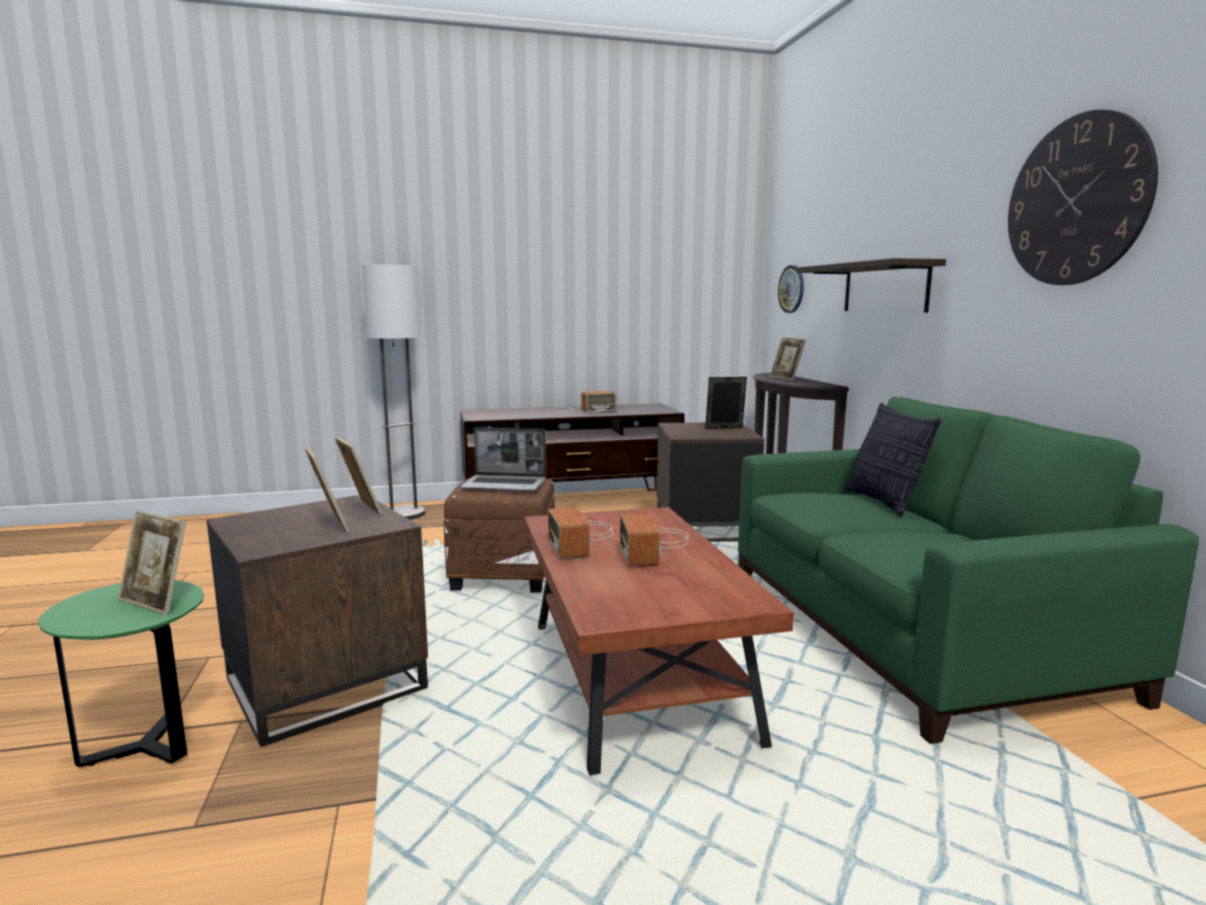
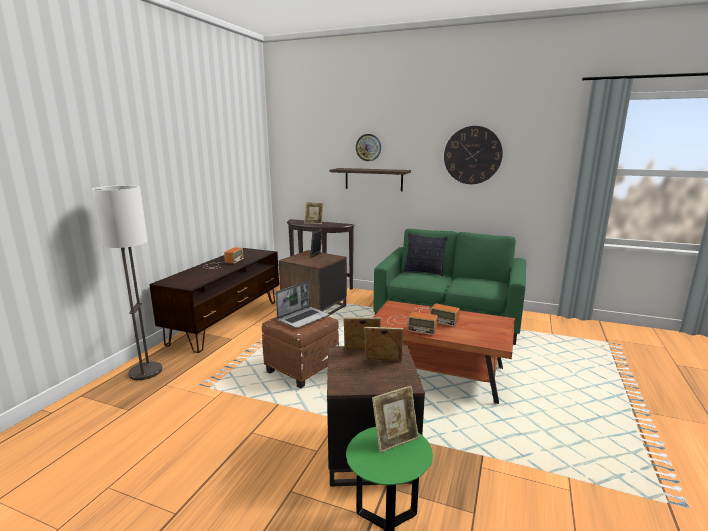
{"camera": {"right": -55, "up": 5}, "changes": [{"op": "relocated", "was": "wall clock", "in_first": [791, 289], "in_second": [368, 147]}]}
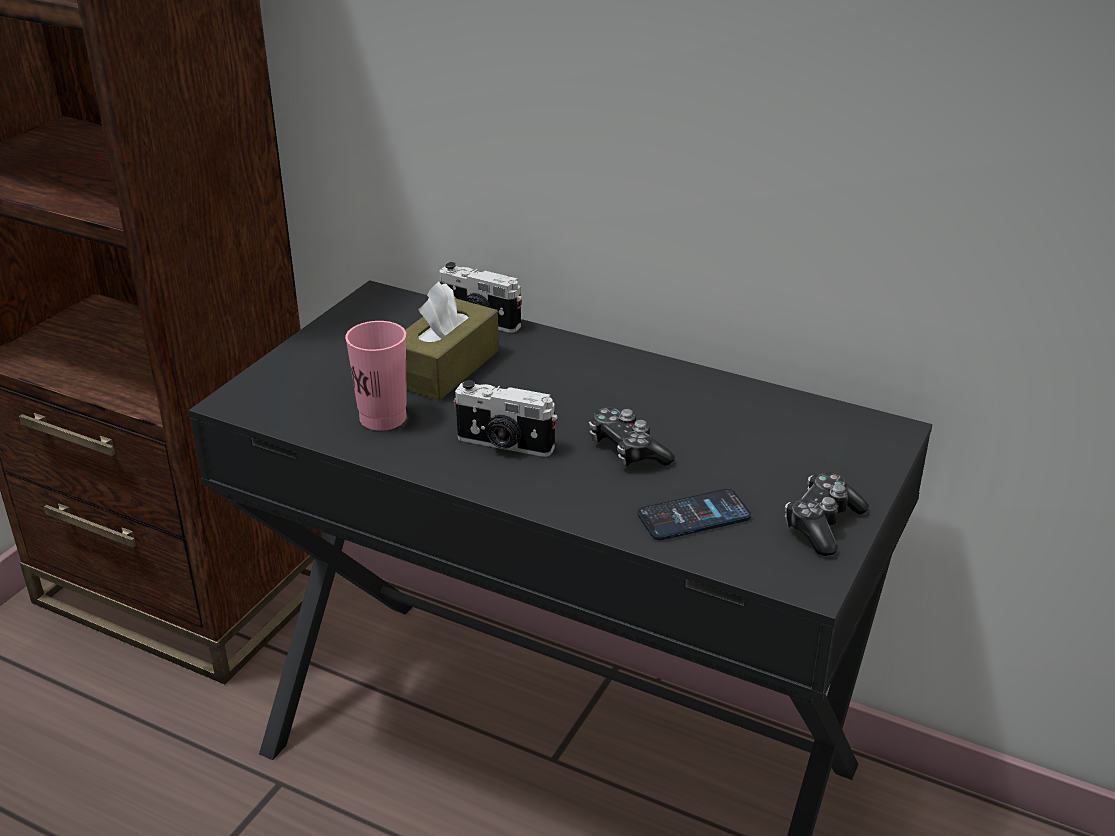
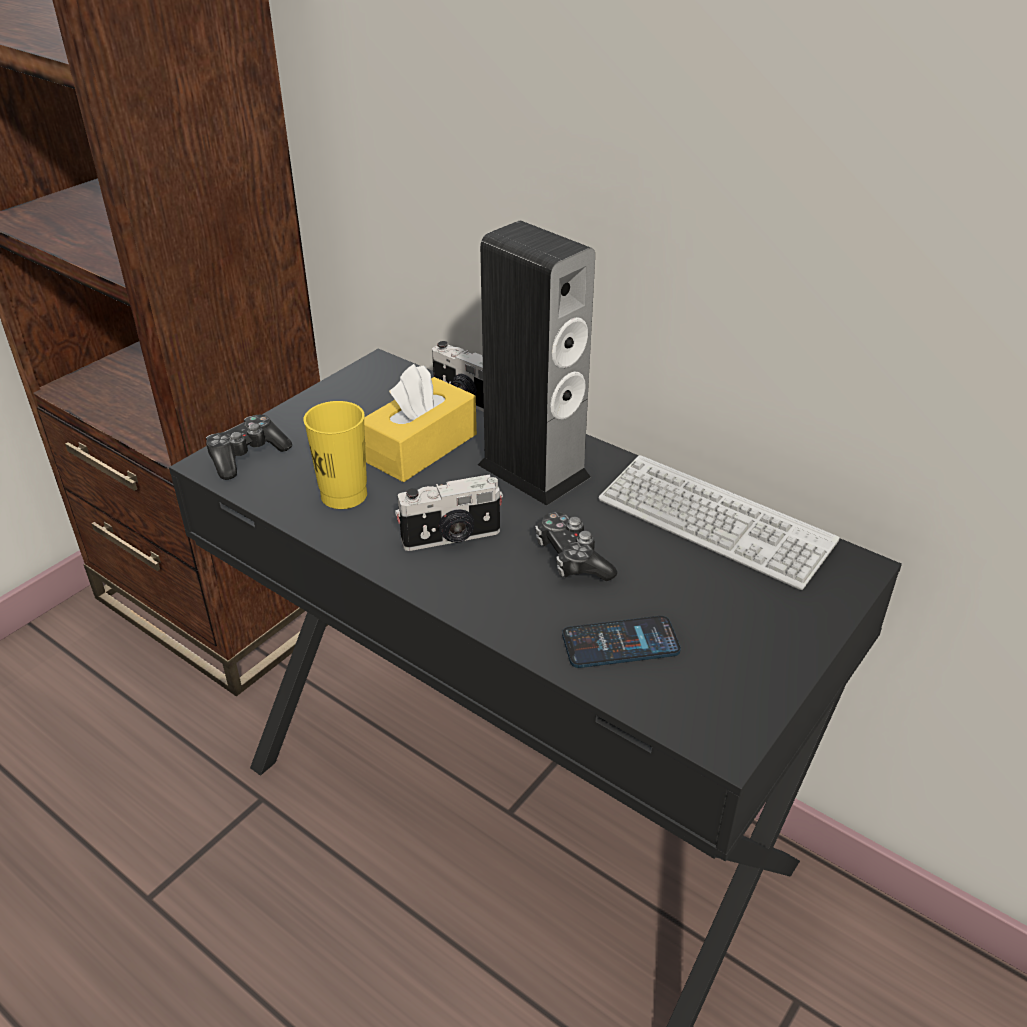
{"camera": {"right": 10, "up": 5}, "changes": [{"op": "colour", "was": "brown tissue box", "now": "yellow tissue box", "in_first": [452, 341], "in_second": [420, 423]}, {"op": "colour", "was": "pinkish drinking cup", "now": "yellow drinking cup", "in_first": [376, 376], "in_second": [335, 455]}, {"op": "spun", "was": "photo camera", "in_first": [506, 418], "in_second": [449, 512], "clockwise": -45}, {"op": "relocated", "was": "joypad", "in_first": [827, 514], "in_second": [249, 447]}, {"op": "appeared", "now": "loudspeaker", "in_second": [536, 363]}, {"op": "appeared", "now": "keyboard", "in_second": [719, 522]}]}
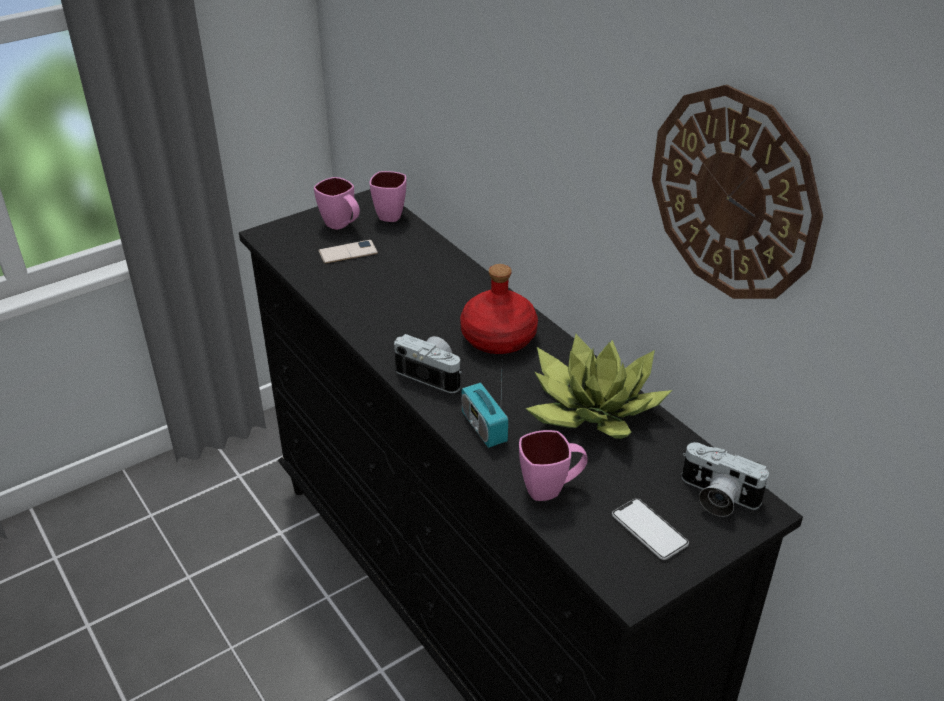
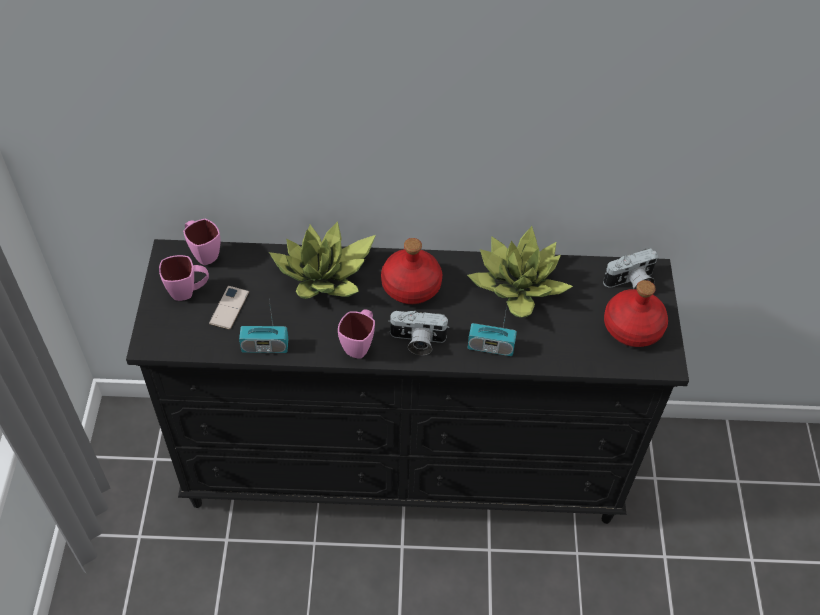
{"camera": {"right": -55, "up": 15}, "changes": [{"op": "missing", "was": "wall clock", "in_first": [737, 191]}, {"op": "spun", "was": "photo camera", "in_first": [428, 363], "in_second": [419, 333], "clockwise": -150}, {"op": "relocated", "was": "pinkish coffee mug", "in_first": [553, 465], "in_second": [356, 334]}, {"op": "exchanged", "was": "telephone", "now": "red bottle", "in_first": [650, 529], "in_second": [636, 313]}, {"op": "appeared", "now": "plant in a pot", "in_second": [322, 260]}, {"op": "appeared", "now": "radio", "in_second": [263, 327]}]}
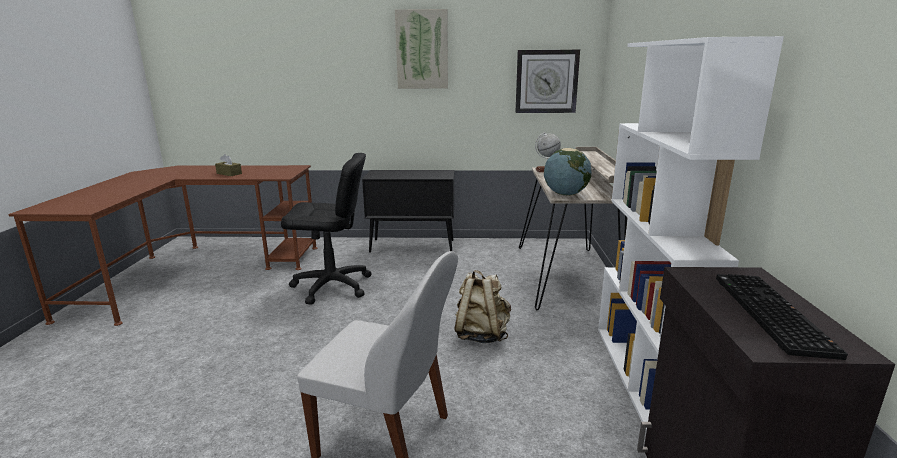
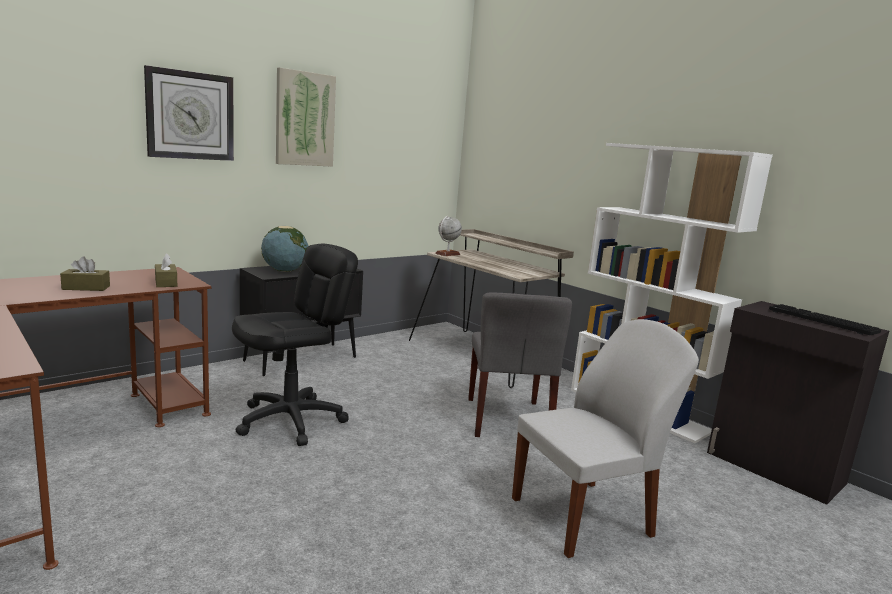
{"camera": {"right": -45, "up": -5}, "changes": [{"op": "relocated", "was": "wall clock", "in_first": [547, 81], "in_second": [189, 113]}, {"op": "relocated", "was": "globe", "in_first": [568, 172], "in_second": [285, 249]}, {"op": "exchanged", "was": "beige knapsack", "now": "gray plain chair", "in_first": [482, 306], "in_second": [520, 364]}, {"op": "appeared", "now": "brown tissue box", "in_second": [166, 270]}]}
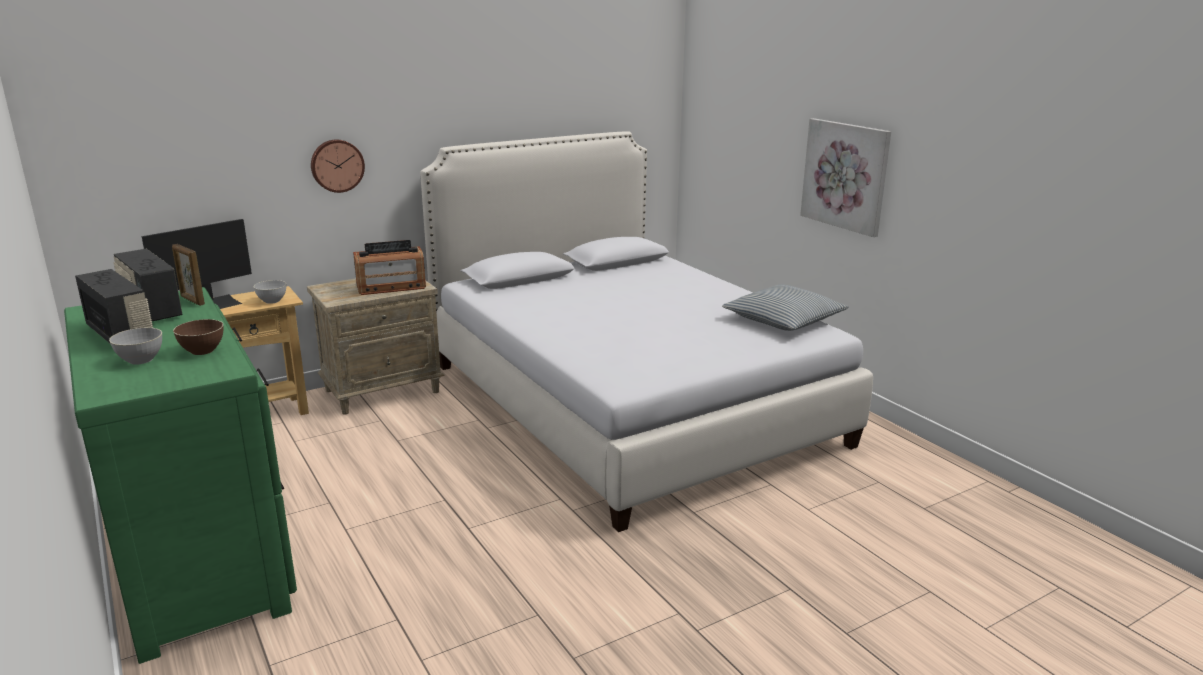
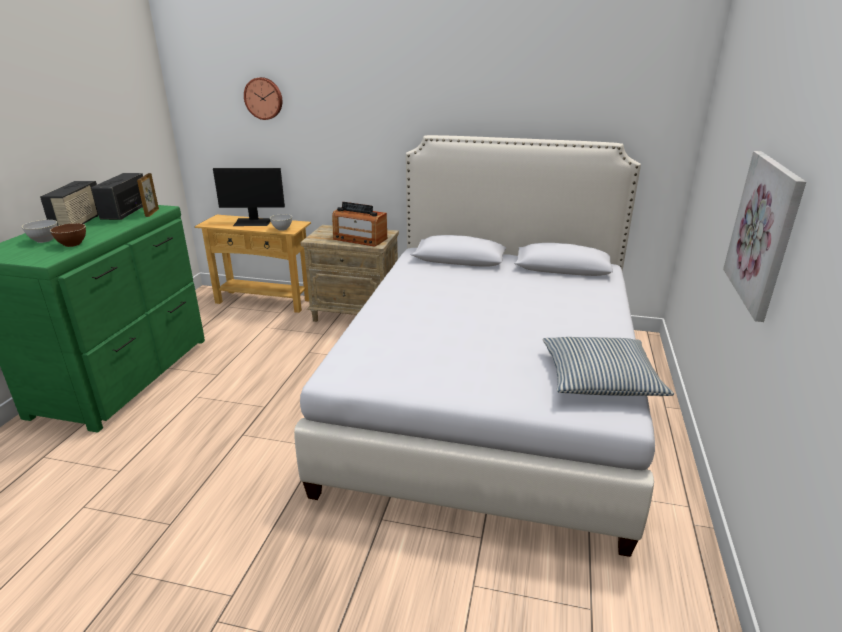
{"camera": {"right": 45, "up": 5}, "changes": [{"op": "relocated", "was": "wall clock", "in_first": [338, 166], "in_second": [263, 98]}]}
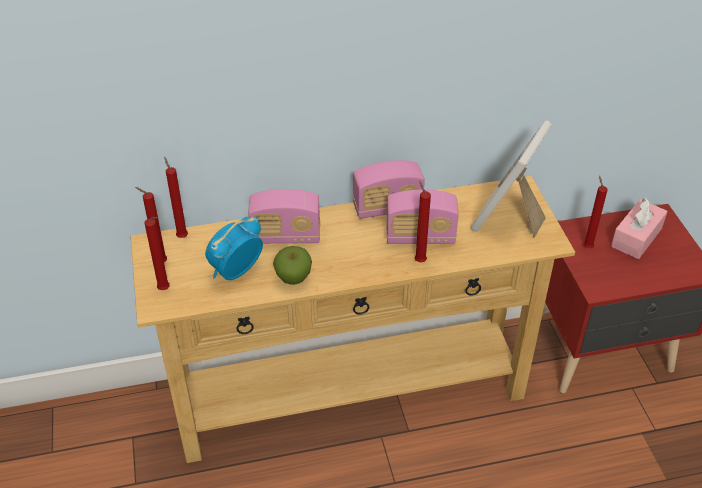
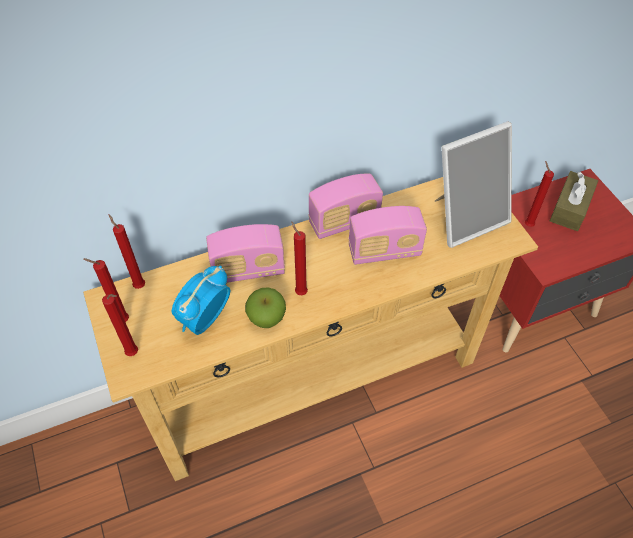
{"camera": {"right": -10, "up": 10}, "changes": [{"op": "spun", "was": "photo frame", "in_first": [511, 179], "in_second": [473, 185], "clockwise": -135}, {"op": "relocated", "was": "red wax light", "in_first": [423, 221], "in_second": [299, 258]}, {"op": "colour", "was": "pinkish tissue box", "now": "brown tissue box", "in_first": [639, 228], "in_second": [574, 201]}]}
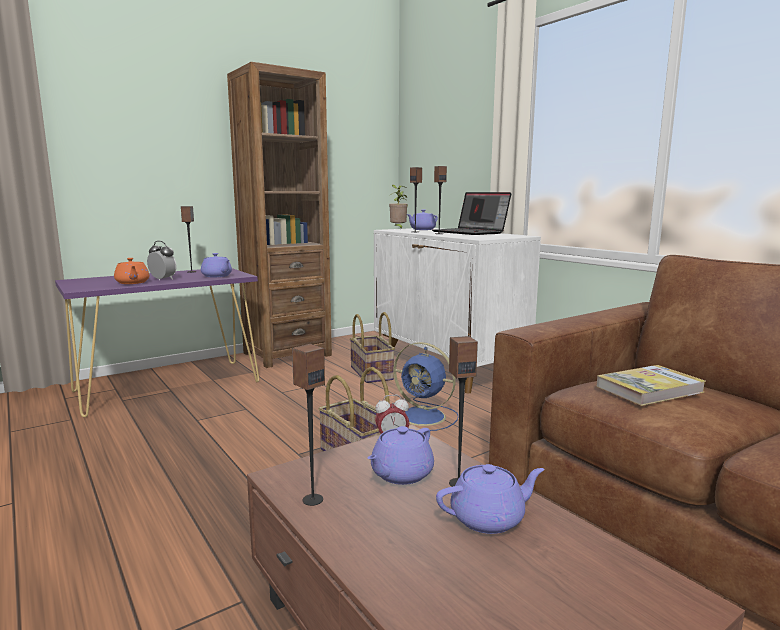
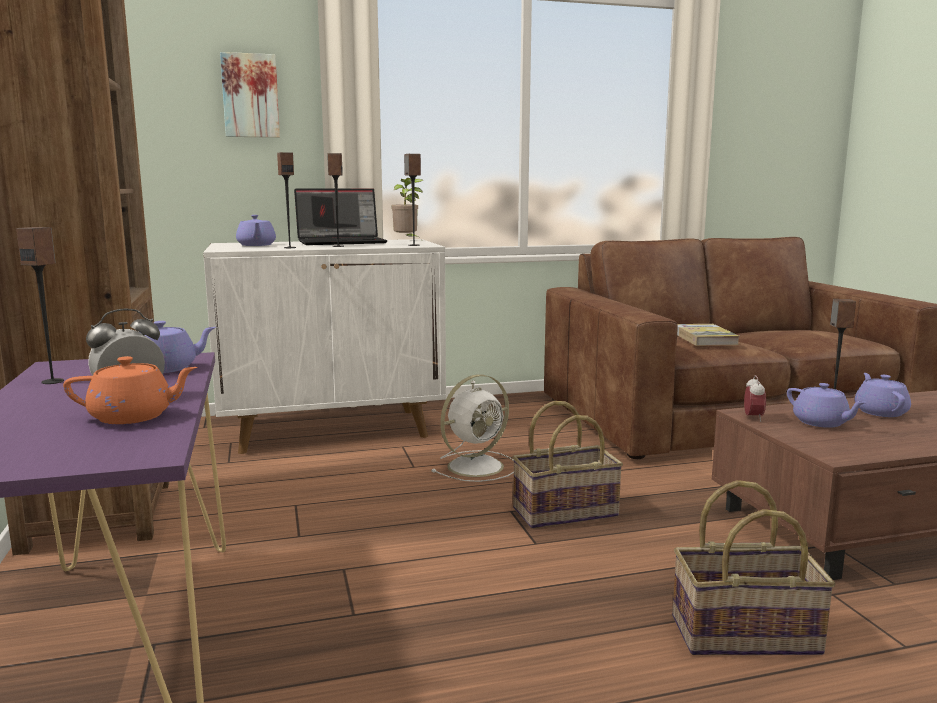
{"camera": {"right": -70, "up": 0}, "changes": [{"op": "relocated", "was": "plant in a pot", "in_first": [398, 206], "in_second": [407, 208]}, {"op": "relocated", "was": "storage basket", "in_first": [372, 347], "in_second": [754, 567]}, {"op": "colour", "was": "blue-coloured cooling fan", "now": "whitish cooling fan", "in_first": [426, 386], "in_second": [472, 428]}, {"op": "relocated", "was": "loudspeaker", "in_first": [308, 425], "in_second": [412, 200]}, {"op": "appeared", "now": "wall picture", "in_second": [250, 95]}]}
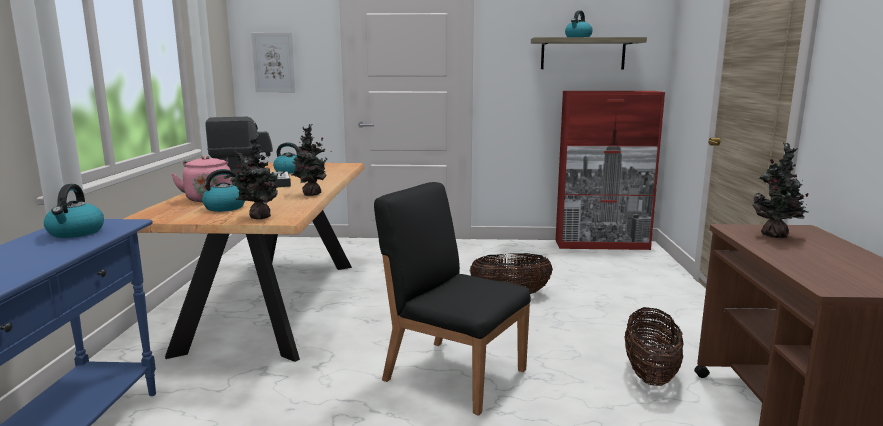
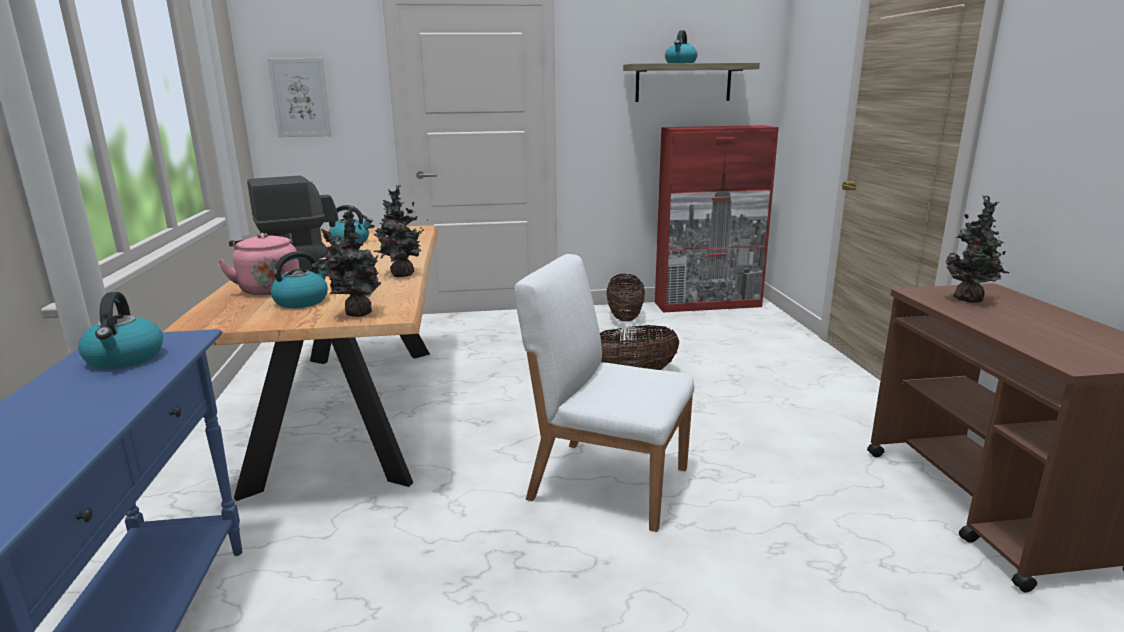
{"camera": {"right": -10, "up": 5}, "changes": [{"op": "colour", "was": "black-coloured plain chair", "now": "whitish plain chair", "in_first": [452, 299], "in_second": [604, 393]}, {"op": "relocated", "was": "storage basket", "in_first": [654, 346], "in_second": [625, 297]}]}
